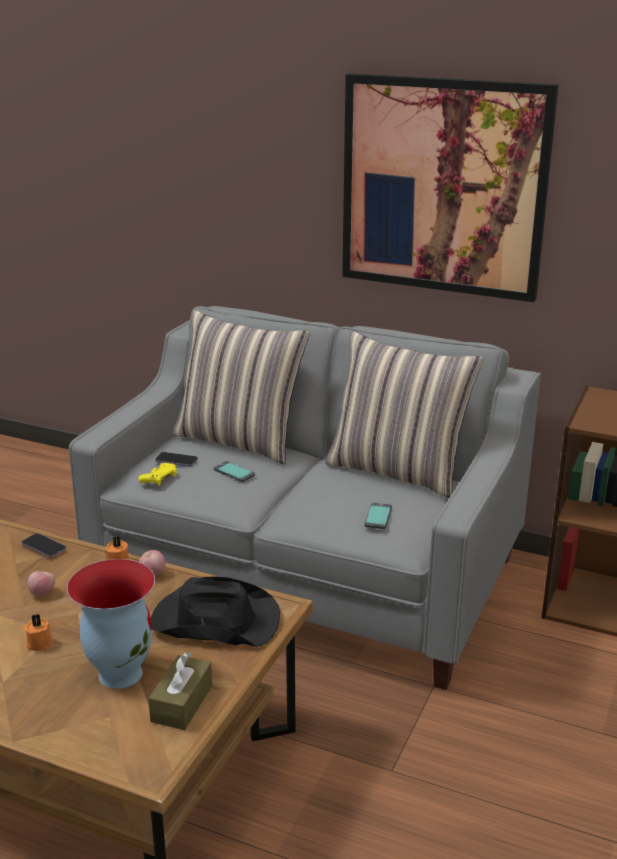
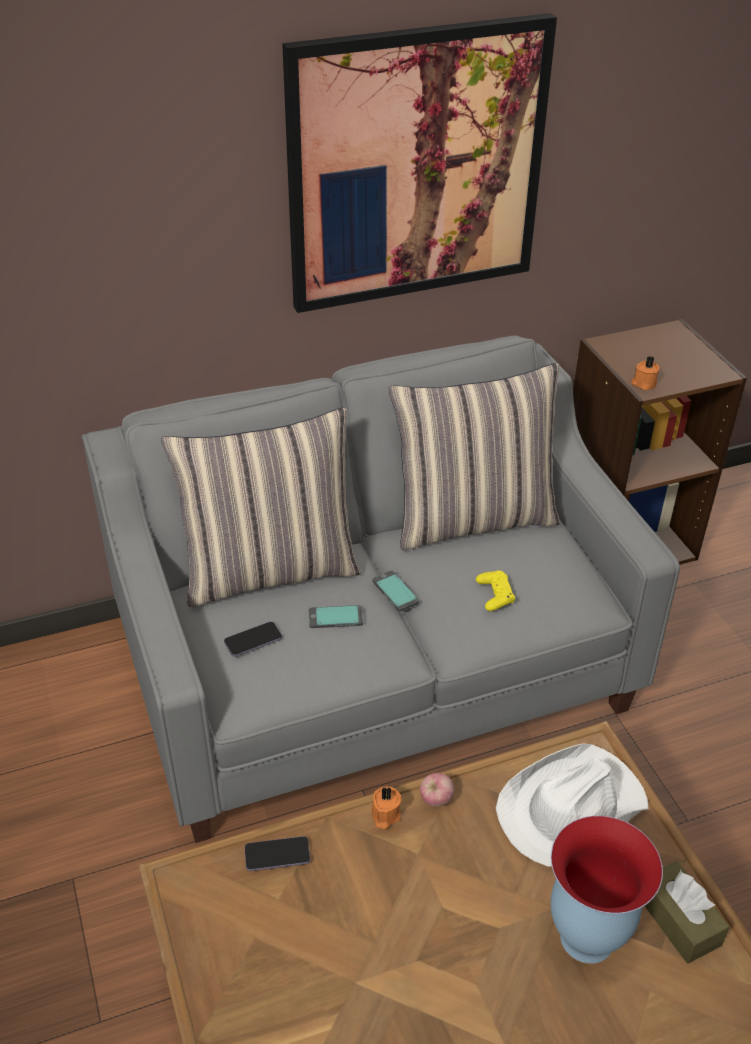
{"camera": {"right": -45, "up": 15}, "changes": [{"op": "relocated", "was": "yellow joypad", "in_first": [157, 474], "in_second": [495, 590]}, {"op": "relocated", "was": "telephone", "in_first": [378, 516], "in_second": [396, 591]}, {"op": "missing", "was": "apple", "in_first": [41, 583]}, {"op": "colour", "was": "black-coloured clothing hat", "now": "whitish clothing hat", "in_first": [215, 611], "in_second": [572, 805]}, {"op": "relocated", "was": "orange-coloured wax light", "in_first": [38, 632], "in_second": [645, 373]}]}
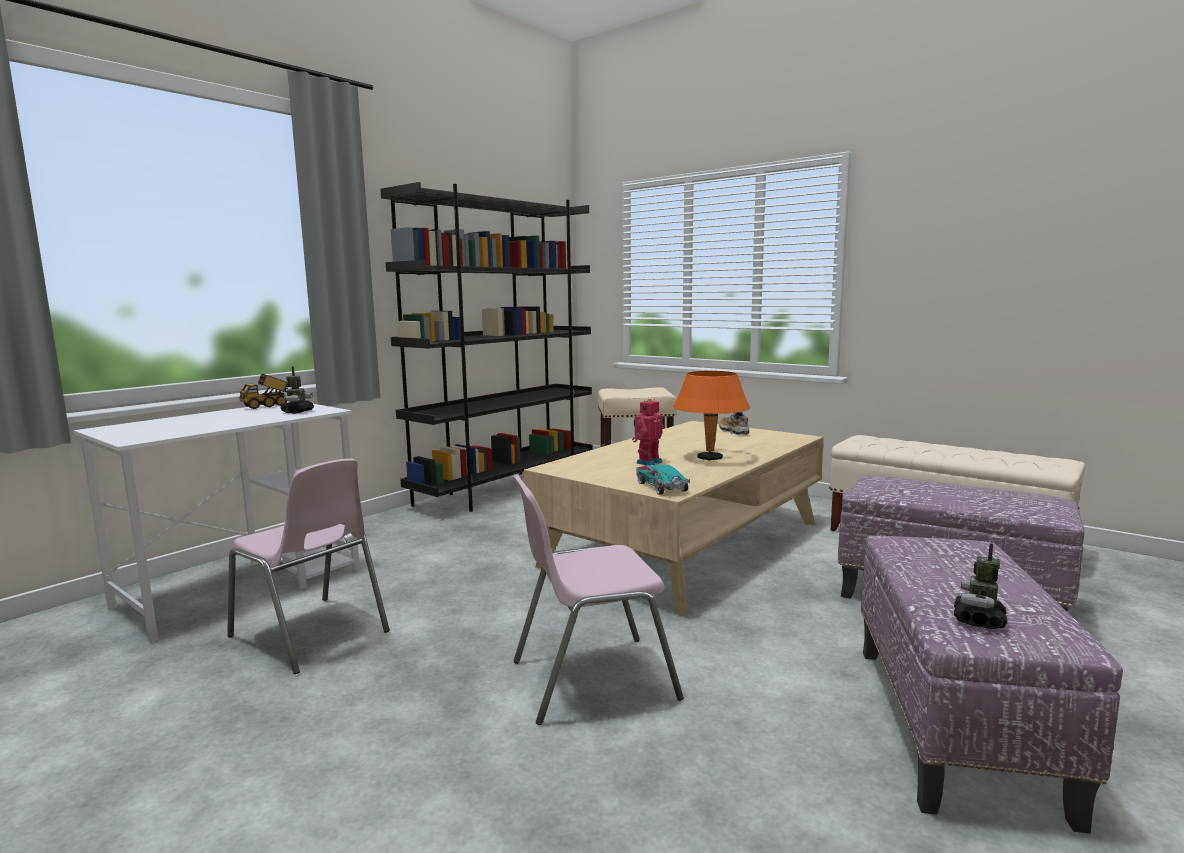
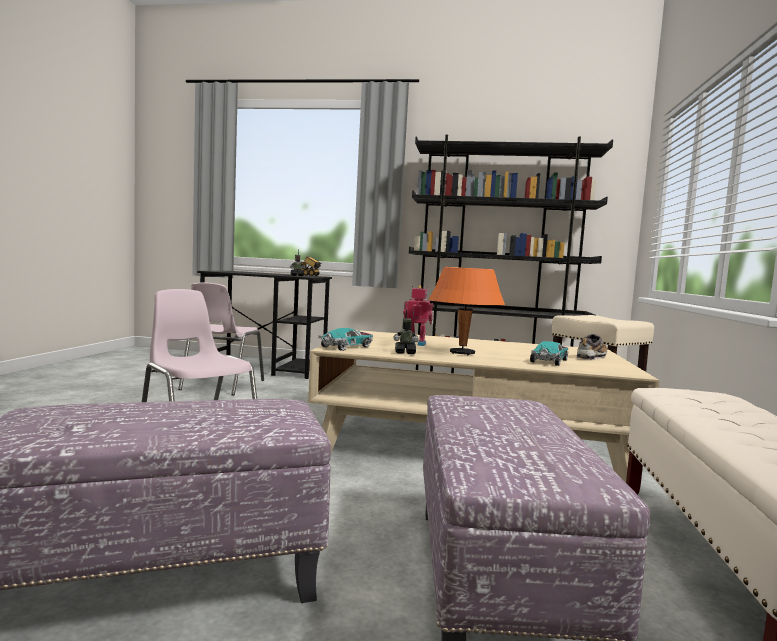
{"camera": {"right": 60, "up": -5}, "changes": [{"op": "colour", "was": "whitish desk unit", "now": "black-coloured desk unit", "in_first": [217, 522], "in_second": [264, 325]}, {"op": "relocated", "was": "model robot", "in_first": [980, 586], "in_second": [406, 331]}, {"op": "appeared", "now": "model car", "in_second": [549, 353]}]}
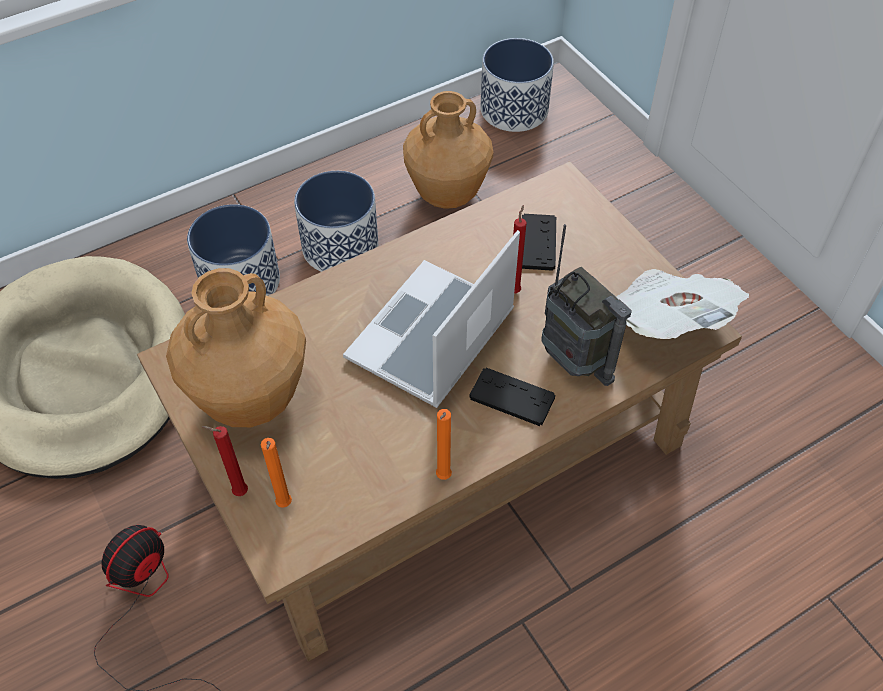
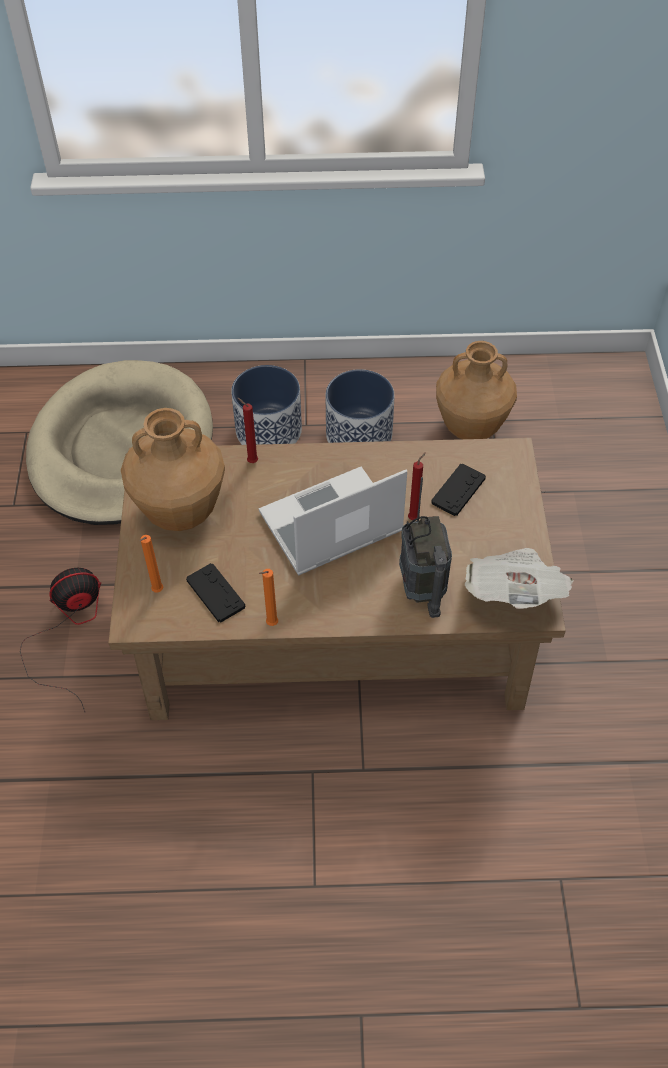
{"camera": {"right": 30, "up": 0}, "changes": [{"op": "missing", "was": "flower pot", "in_first": [517, 85]}, {"op": "relocated", "was": "black-coloured joypad", "in_first": [512, 397], "in_second": [215, 592]}, {"op": "relocated", "was": "red wax light", "in_first": [225, 461], "in_second": [248, 430]}]}
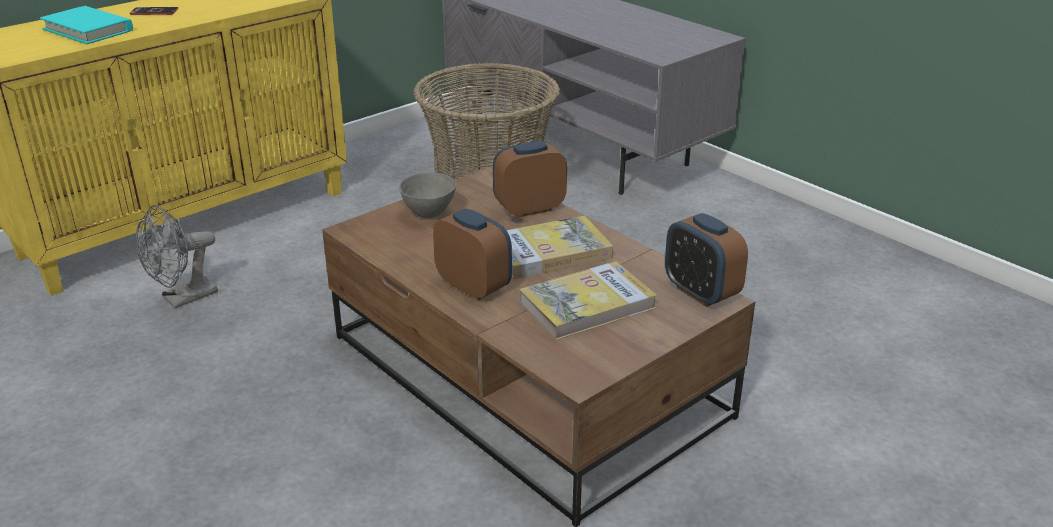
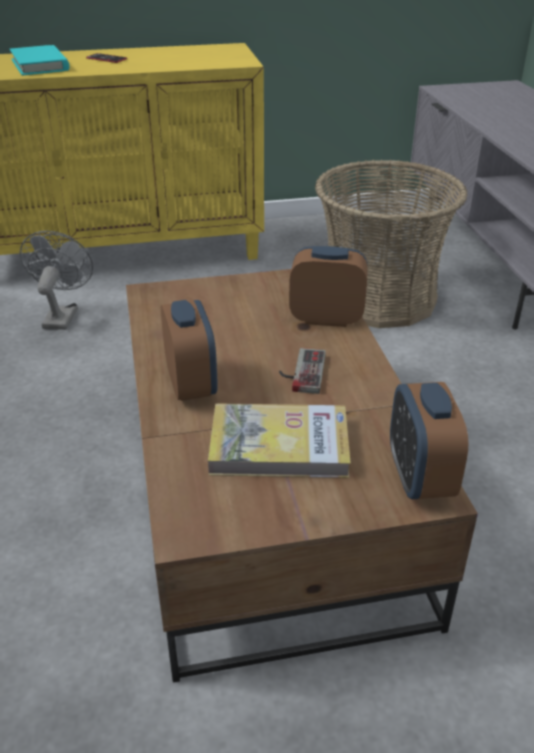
{"camera": {"right": 30, "up": 5}, "changes": [{"op": "missing", "was": "gray serving bowl", "in_first": [427, 195]}, {"op": "spun", "was": "gray cooling fan", "in_first": [177, 256], "in_second": [56, 280], "clockwise": 105}, {"op": "exchanged", "was": "volume", "now": "joypad", "in_first": [559, 247], "in_second": [302, 371]}]}
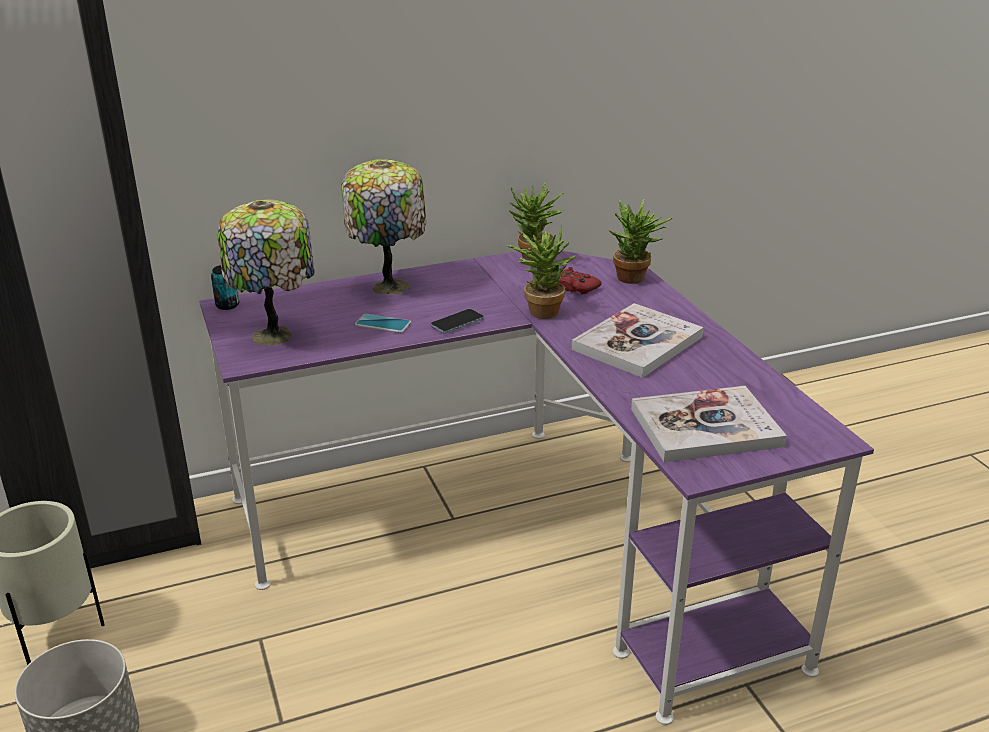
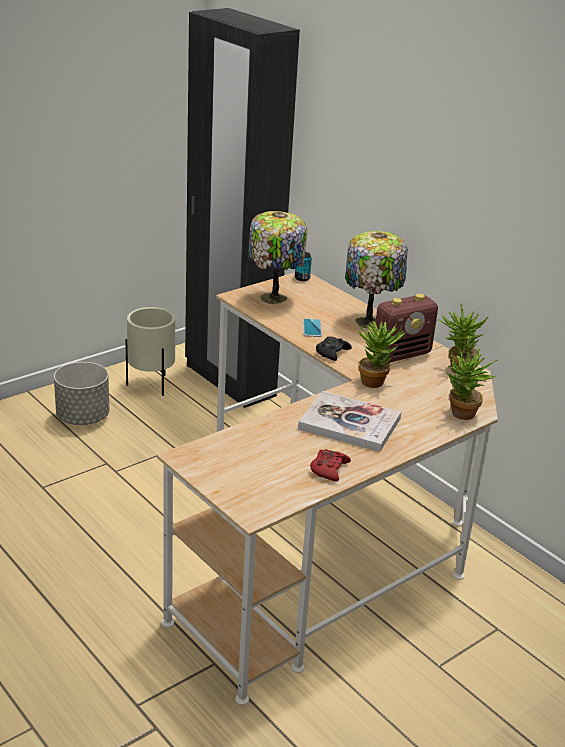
{"camera": {"right": 70, "up": 0}, "changes": [{"op": "colour", "was": "purplish desk unit", "now": "beige desk unit", "in_first": [536, 488], "in_second": [327, 489]}, {"op": "relocated", "was": "red joypad", "in_first": [580, 280], "in_second": [330, 465]}, {"op": "exchanged", "was": "telephone", "now": "black-coloured joypad", "in_first": [457, 321], "in_second": [334, 348]}, {"op": "missing", "was": "volume", "in_first": [709, 424]}, {"op": "appeared", "now": "radio", "in_second": [406, 328]}]}
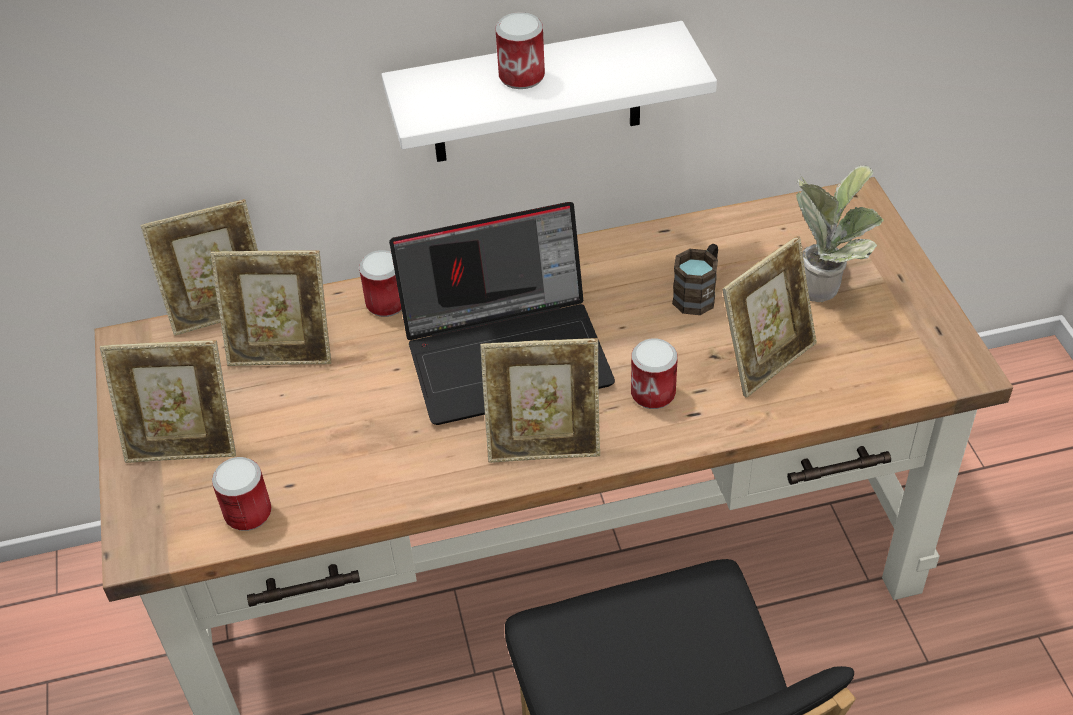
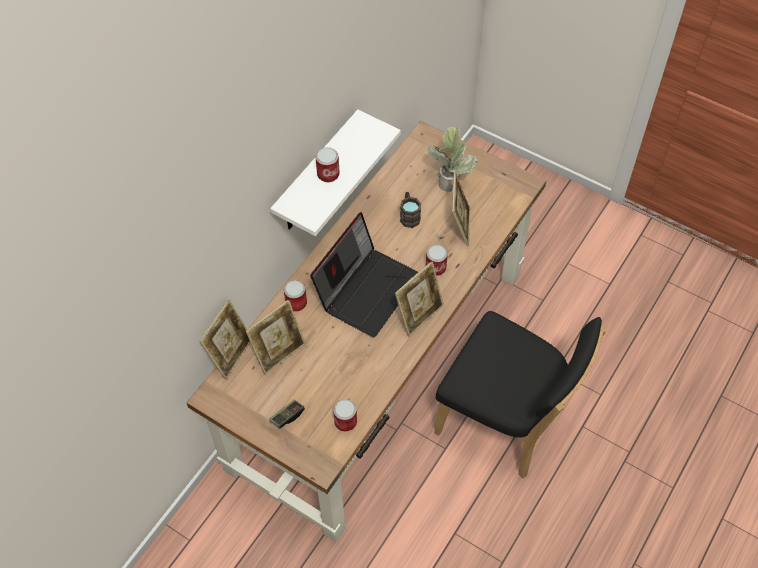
{"camera": {"right": -45, "up": 10}, "changes": [{"op": "exchanged", "was": "photo frame", "now": "joypad", "in_first": [168, 401], "in_second": [287, 414]}]}
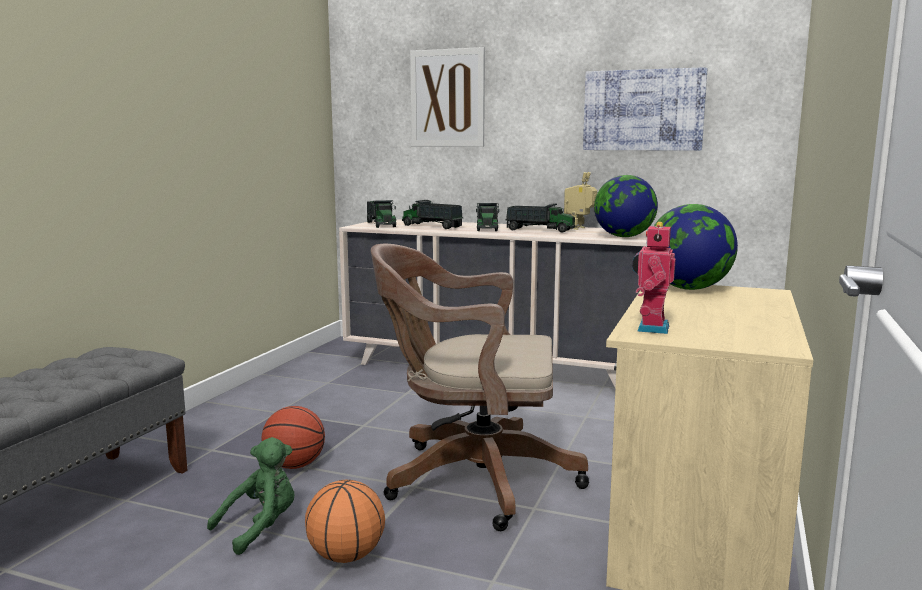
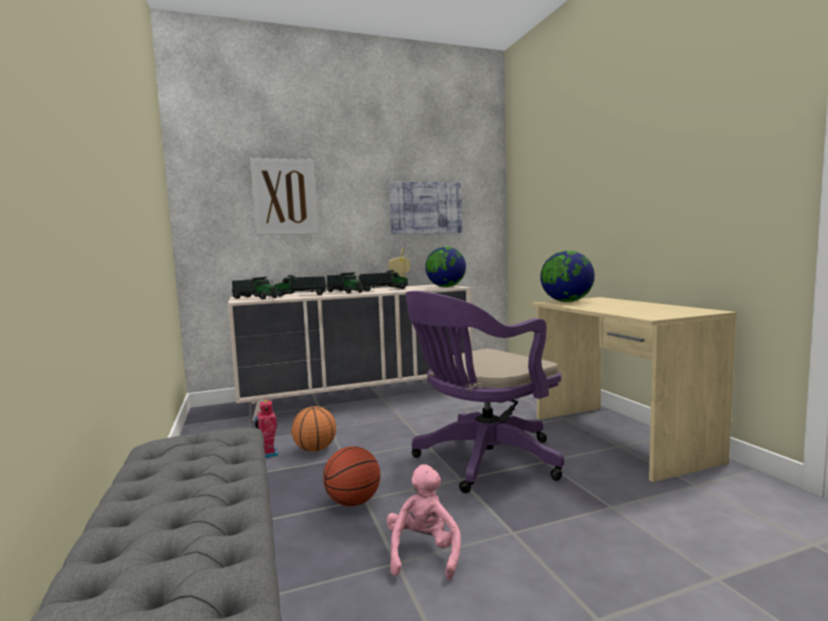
{"camera": {"right": -40, "up": -5}, "changes": [{"op": "relocated", "was": "model robot", "in_first": [654, 278], "in_second": [266, 428]}, {"op": "colour", "was": "brown computer chair", "now": "purplish computer chair", "in_first": [480, 387], "in_second": [485, 392]}, {"op": "colour", "was": "greenish cuddly toy", "now": "pinkish cuddly toy", "in_first": [251, 496], "in_second": [424, 522]}, {"op": "relocated", "was": "basketball ball", "in_first": [345, 521], "in_second": [313, 429]}]}
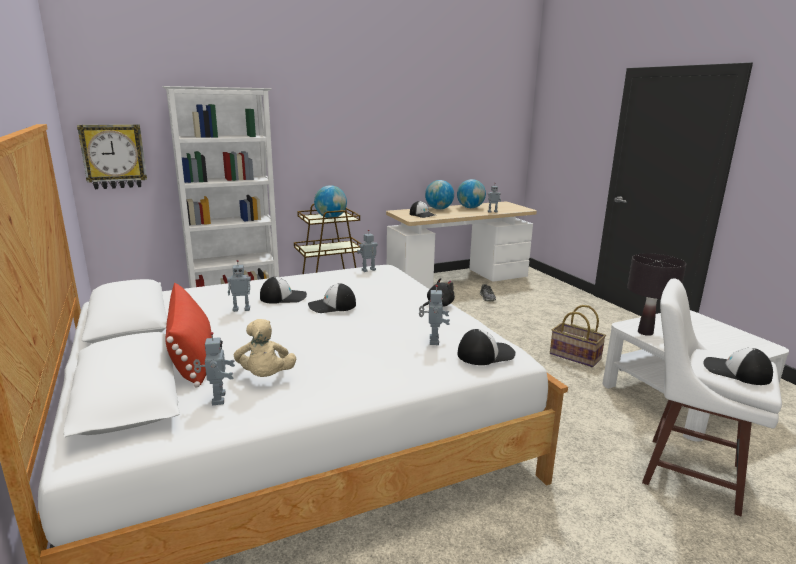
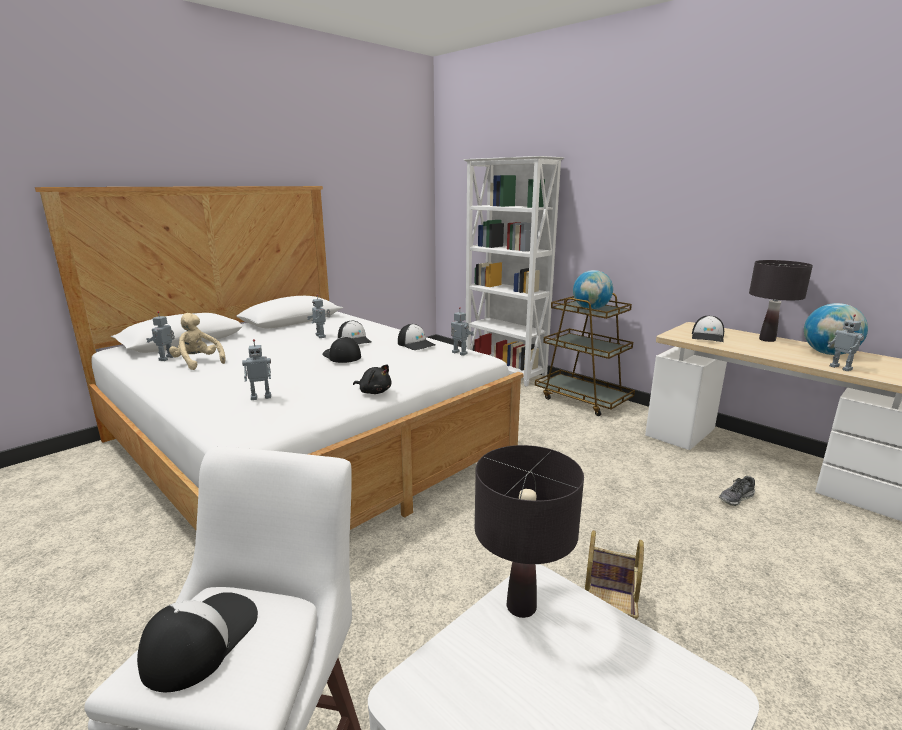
{"camera": {"right": 70, "up": 0}, "changes": [{"op": "missing", "was": "wall clock", "in_first": [112, 156]}, {"op": "exchanged", "was": "globe", "now": "black-coloured tabletop lamp", "in_first": [439, 195], "in_second": [781, 301]}, {"op": "missing", "was": "red throw pillow", "in_first": [188, 335]}, {"op": "spun", "was": "beige cuddly toy", "in_first": [265, 348], "in_second": [197, 341], "clockwise": 75}, {"op": "relocated", "was": "peaked cap", "in_first": [486, 347], "in_second": [417, 337]}, {"op": "spun", "was": "model robot", "in_first": [214, 368], "in_second": [160, 336], "clockwise": 135}]}
